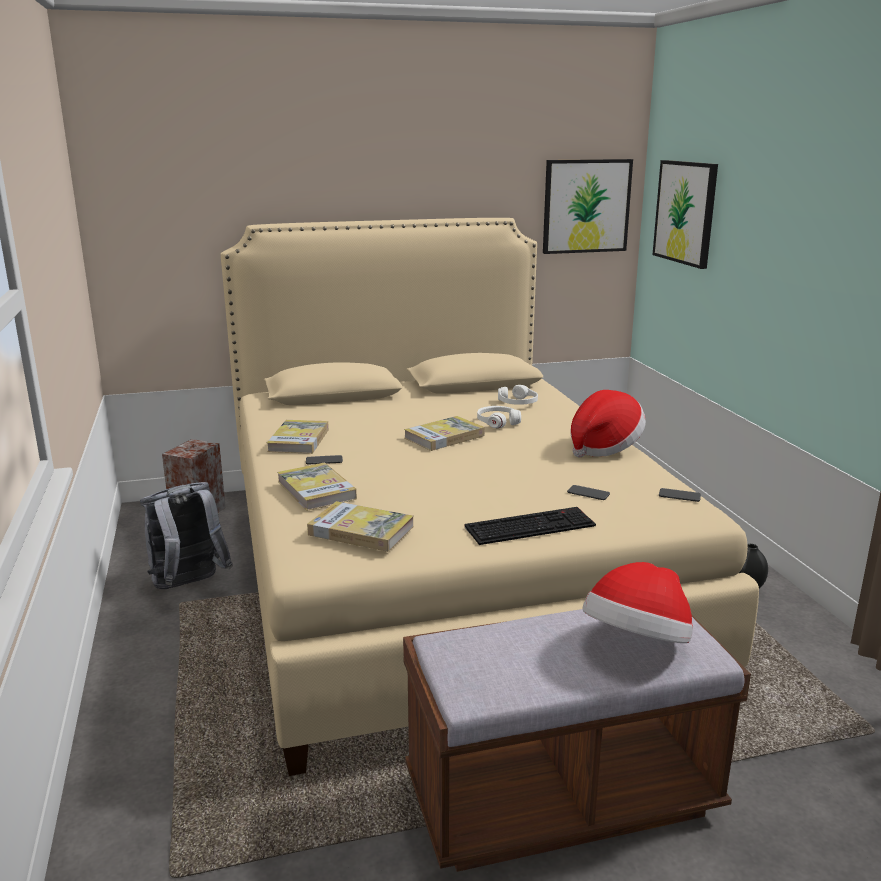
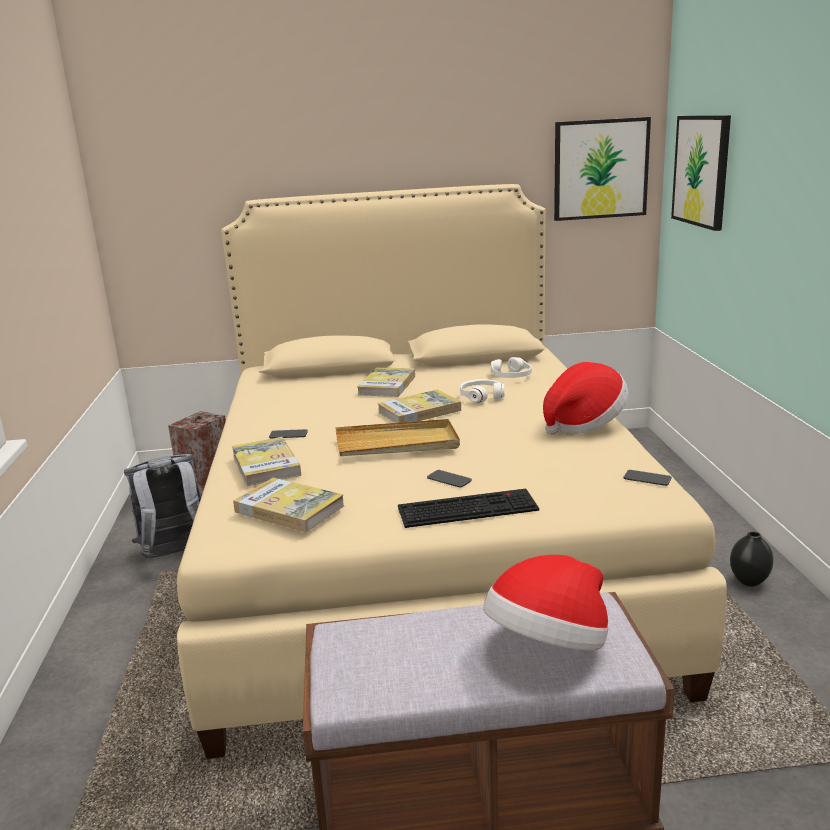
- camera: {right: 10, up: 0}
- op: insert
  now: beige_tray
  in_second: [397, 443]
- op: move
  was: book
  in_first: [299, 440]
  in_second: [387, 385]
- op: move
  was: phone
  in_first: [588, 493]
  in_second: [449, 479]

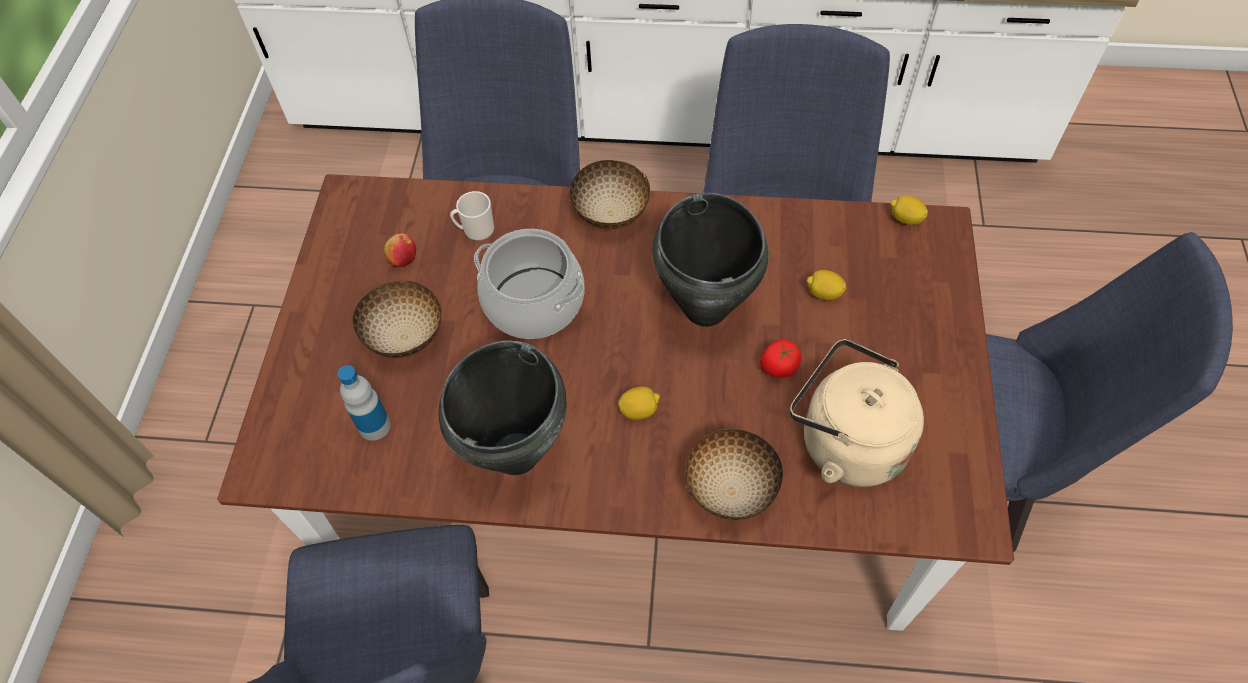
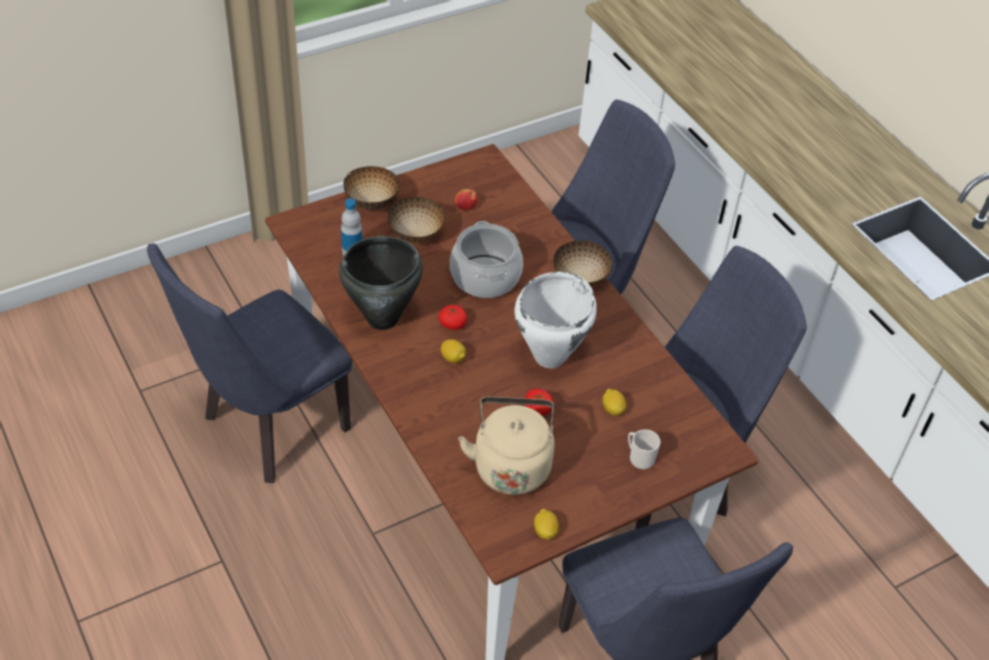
- camera: {right: 50, up: -10}
- op: insert
  now: tomato
  in_second: [452, 324]
- op: move
  was: mug
  in_first: [475, 230]
  in_second: [639, 458]
- op: move
  was: bowl
  in_first: [731, 488]
  in_second: [372, 202]
- op: move
  was: lemon
  in_first: [905, 219]
  in_second: [545, 531]
- op: recolor
  was: black_cooking_pot
  now: white_cooking_pot
  in_first: [706, 308]
  in_second: [550, 356]

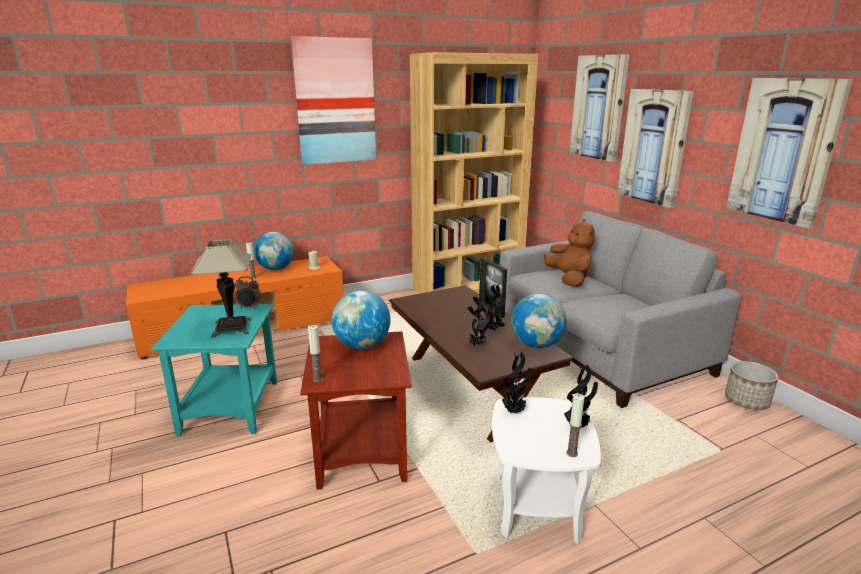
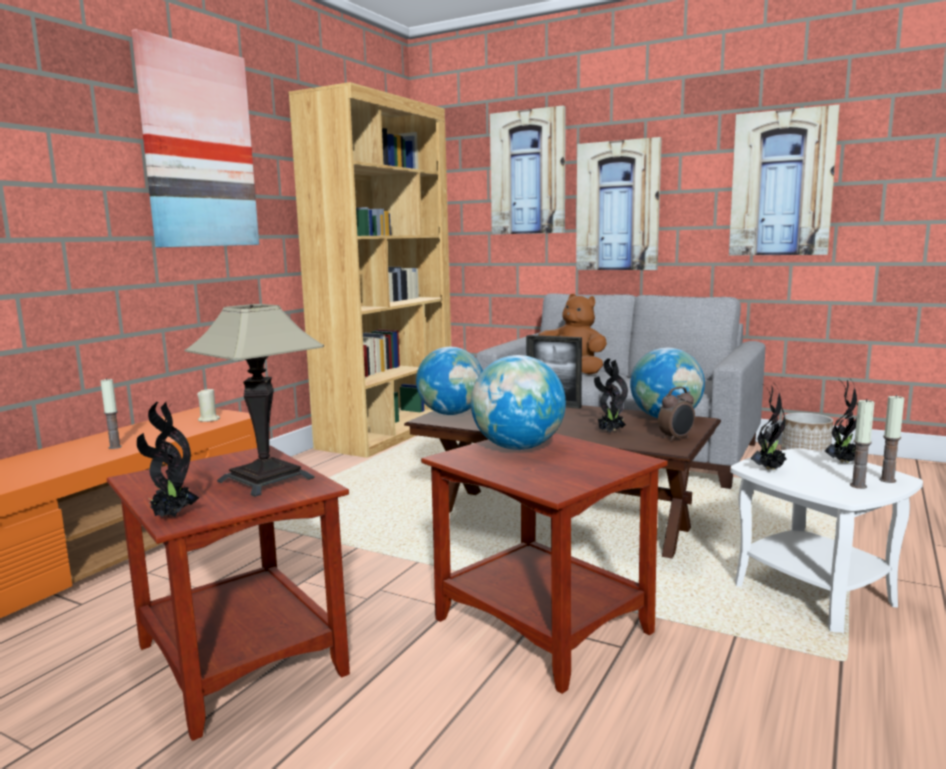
- camera: {right: -35, up: -10}
- op: move
  was: alarm_clock
  in_first: [249, 307]
  in_second: [676, 438]
- op: move
  was: globe
  in_first: [276, 269]
  in_second: [451, 414]
- op: move
  was: candle
  in_first: [317, 379]
  in_second: [858, 486]
- op: move
  was: potted_plant
  in_first: [493, 329]
  in_second: [172, 516]
- op: recolor
  was: turquoise_side_table
  now: brown_side_table
  in_first: [229, 407]
  in_second: [237, 661]

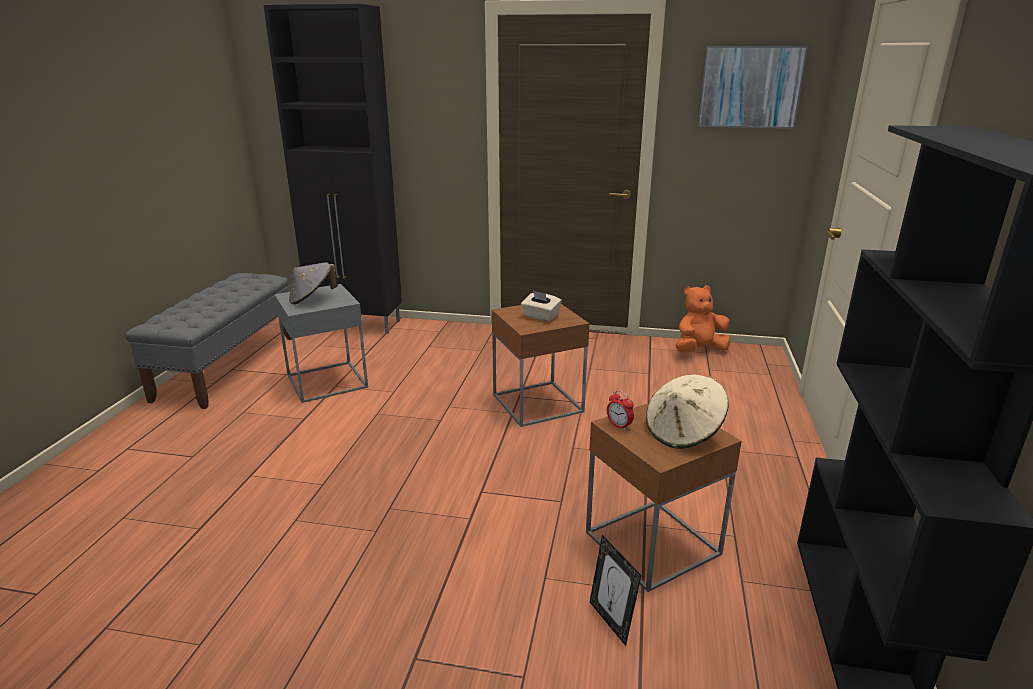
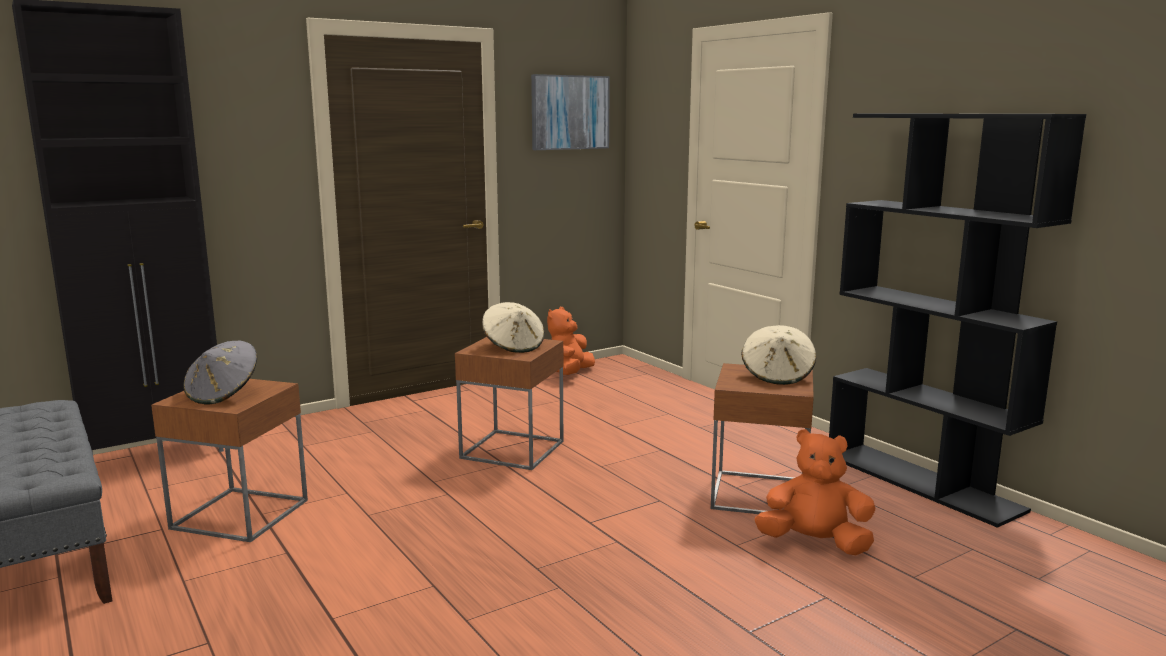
- camera: {right: -45, up: -10}
- op: delete
  was: alarm_clock
  in_first: [619, 425]
- op: replace
  was: beige_tissue_box
  now: beige_hat
  in_first: [540, 317]
  in_second: [513, 346]
- op: replace
  was: picture_frame
  now: orange_plush_toy
  in_first: [611, 621]
  in_second: [814, 543]
- op: recolor
  was: grey_side_table
  now: brown_side_table
  in_first: [327, 381]
  in_second: [240, 514]

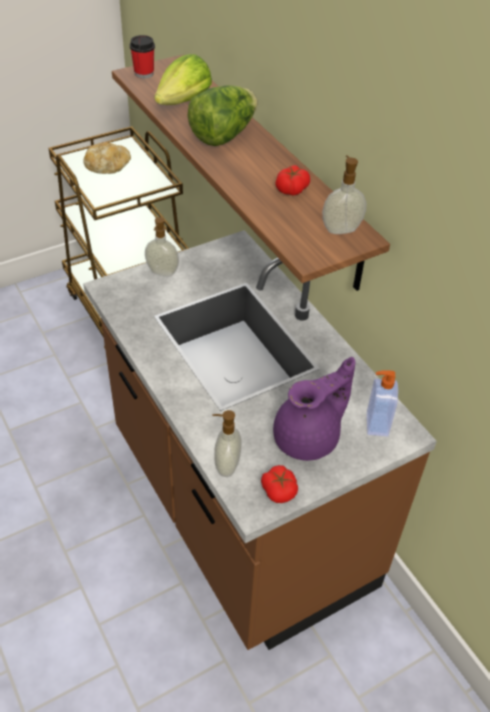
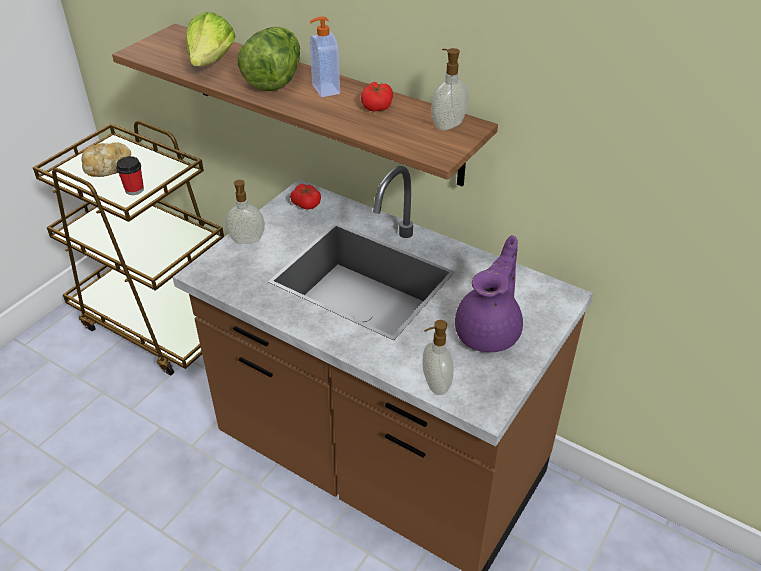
- camera: {right: -25, up: -5}
- op: move
  was: cup
  in_first: [144, 73]
  in_second: [134, 190]
- op: move
  was: tomato
  in_first: [279, 490]
  in_second: [306, 203]
- op: move
  was: soap_dispenser
  in_first: [376, 424]
  in_second: [325, 90]

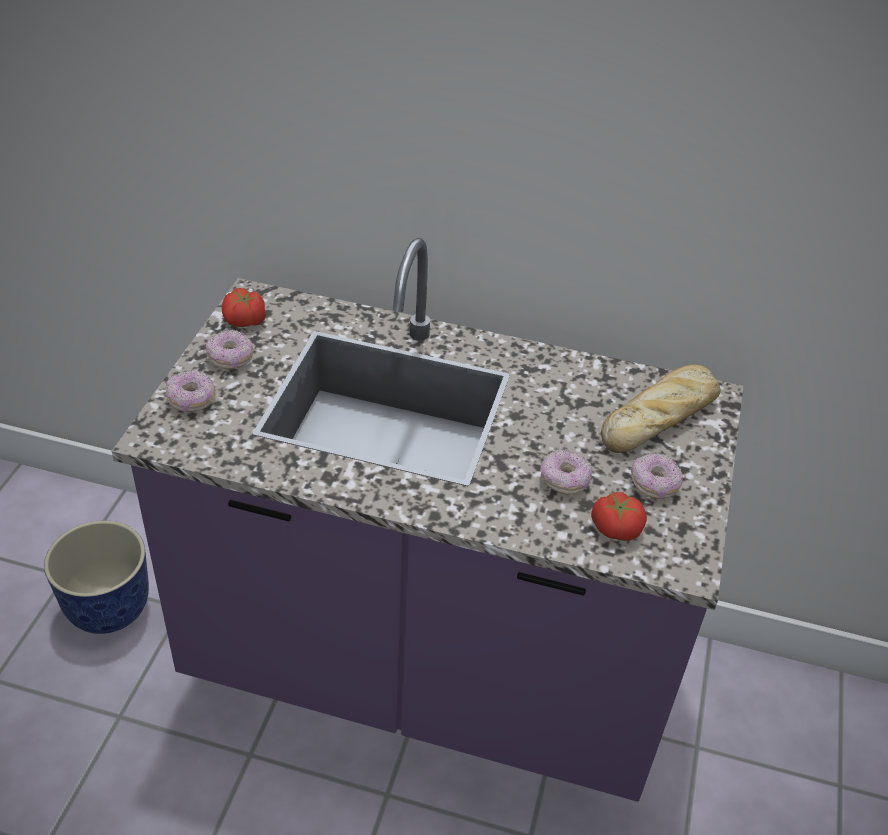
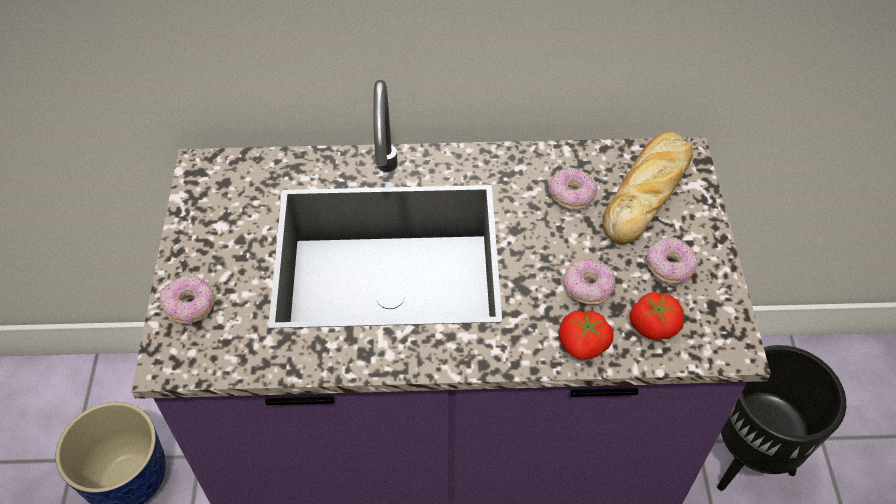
- camera: {right: -15, up: 10}
- op: insert
  now: black_planter
  in_second: [748, 459]
- op: move
  was: donut
  in_first: [231, 358]
  in_second: [571, 196]
- op: move
  was: tomato
  in_first: [244, 320]
  in_second: [583, 344]

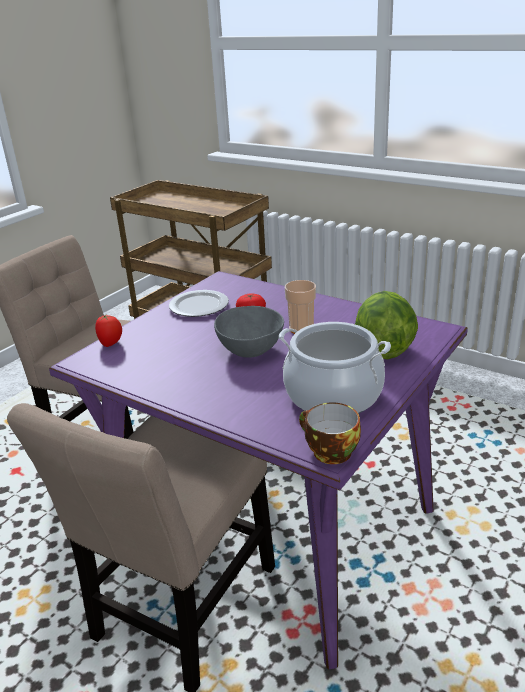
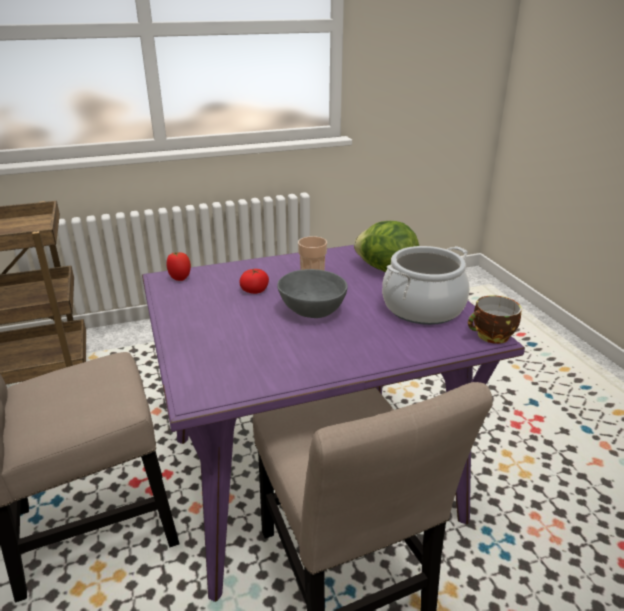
- camera: {right: -55, up: 0}
- op: delete
  was: plate
  in_first: [199, 306]
- op: move
  was: tomato
  in_first: [111, 344]
  in_second: [180, 278]

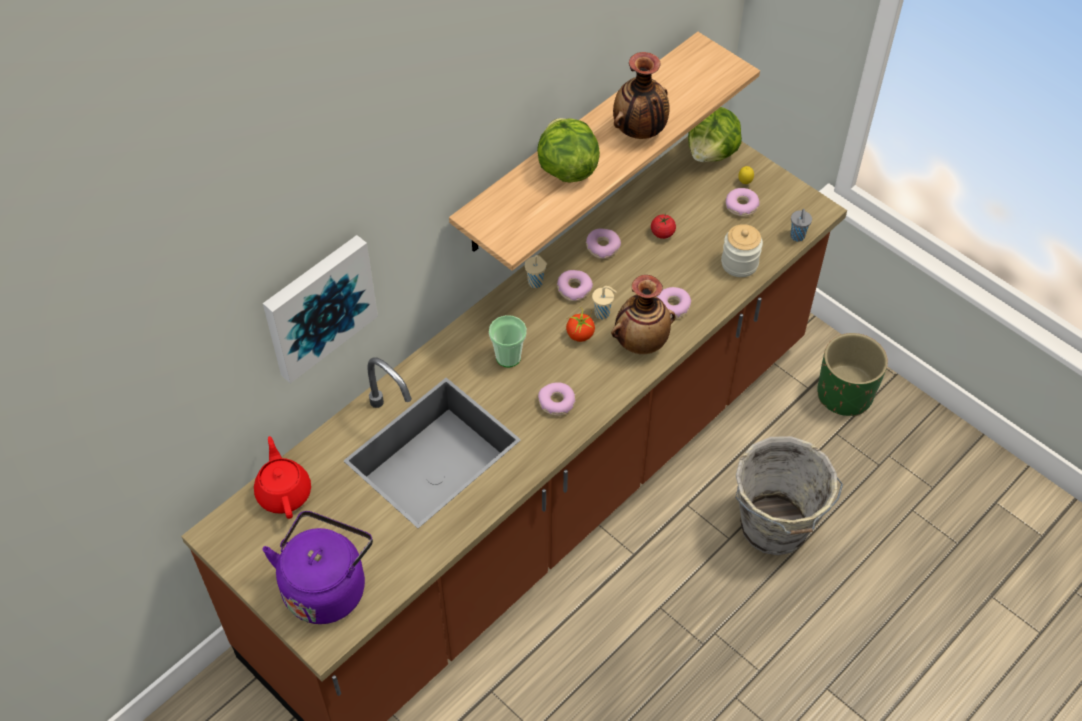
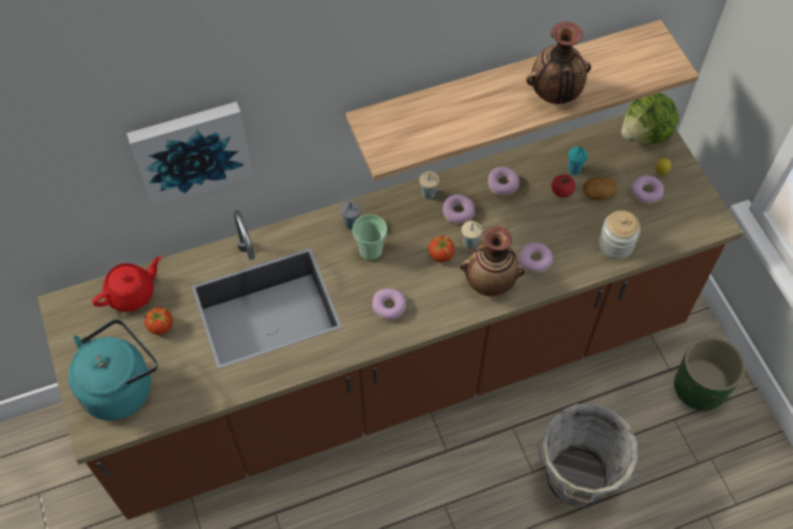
- camera: {right: 25, up: 5}
- op: delete
  was: lettuce
  in_first: [566, 169]
- op: insert
  now: tomato
  in_second: [160, 326]
- op: insert
  now: turquoise_cup
  in_second: [574, 170]
- op: insert
  now: potato
  in_second: [598, 194]
- op: move
  was: grey_cup
  in_first: [797, 237]
  in_second: [351, 224]
- op: recolor
  was: purple_kettle
  now: turquoise_kettle
  in_first: [326, 586]
  in_second: [121, 386]
- op: rotate
  was: red_teapot
  in_first: [284, 492]
  in_second: [132, 293]
  clockwise: 45

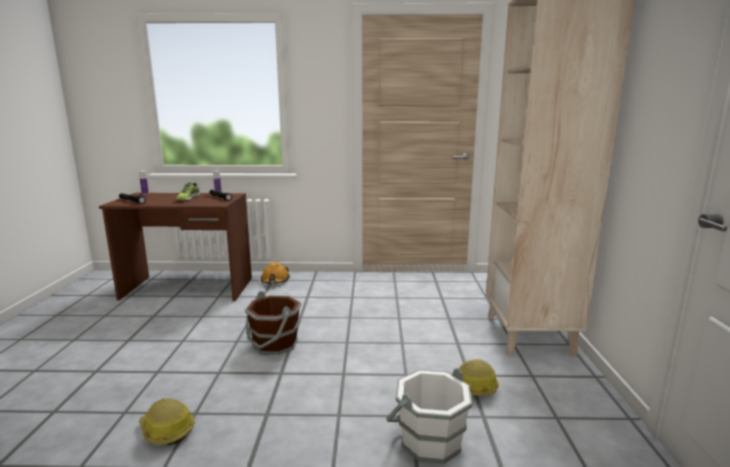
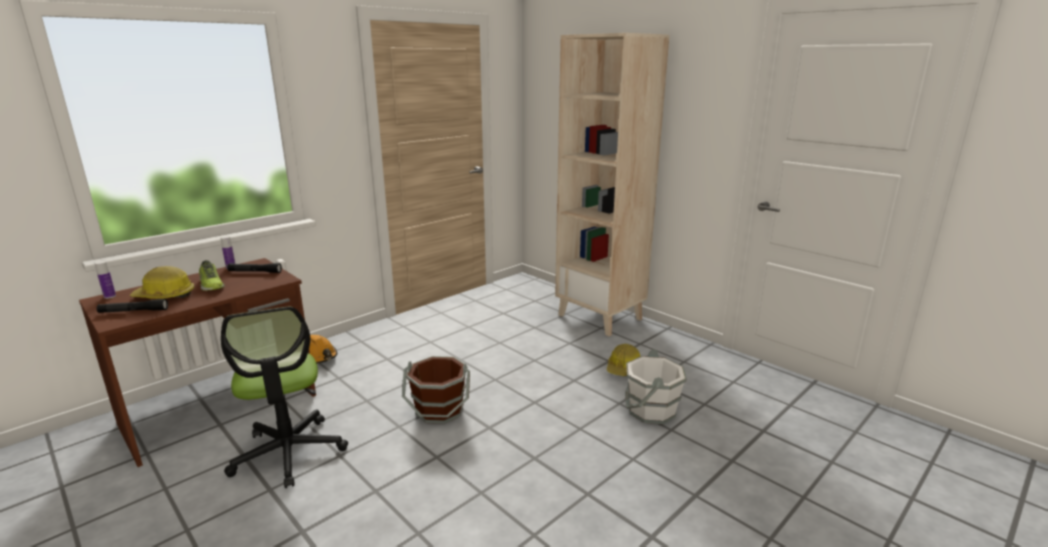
- camera: {right: -45, up: 5}
- op: insert
  now: office_chair
  in_second: [289, 452]
- op: move
  was: hard_hat
  in_first: [166, 430]
  in_second: [165, 296]

